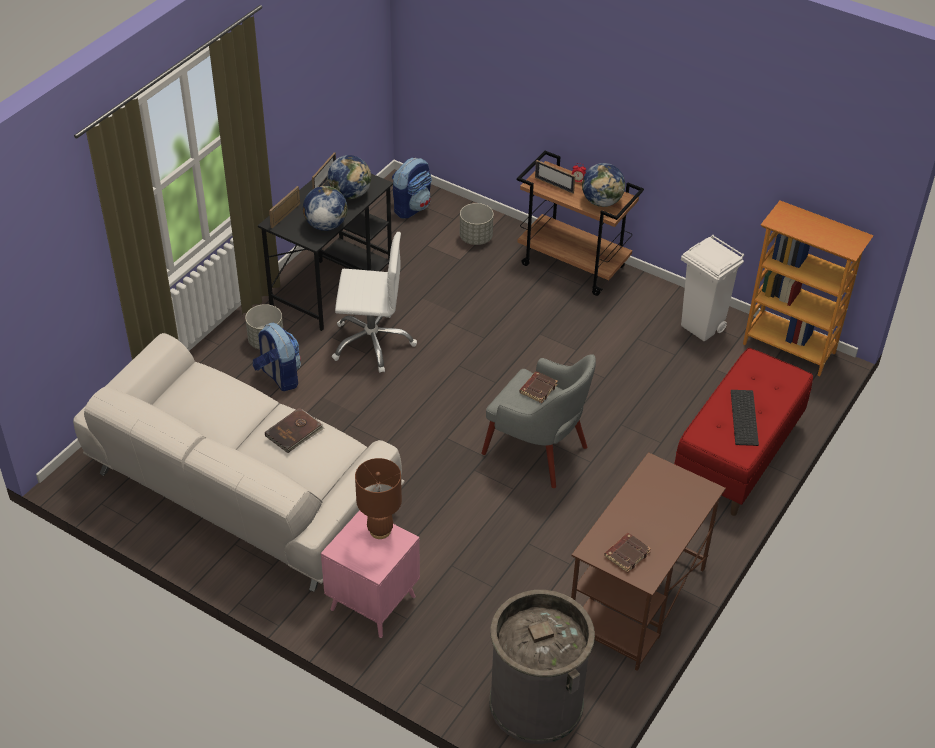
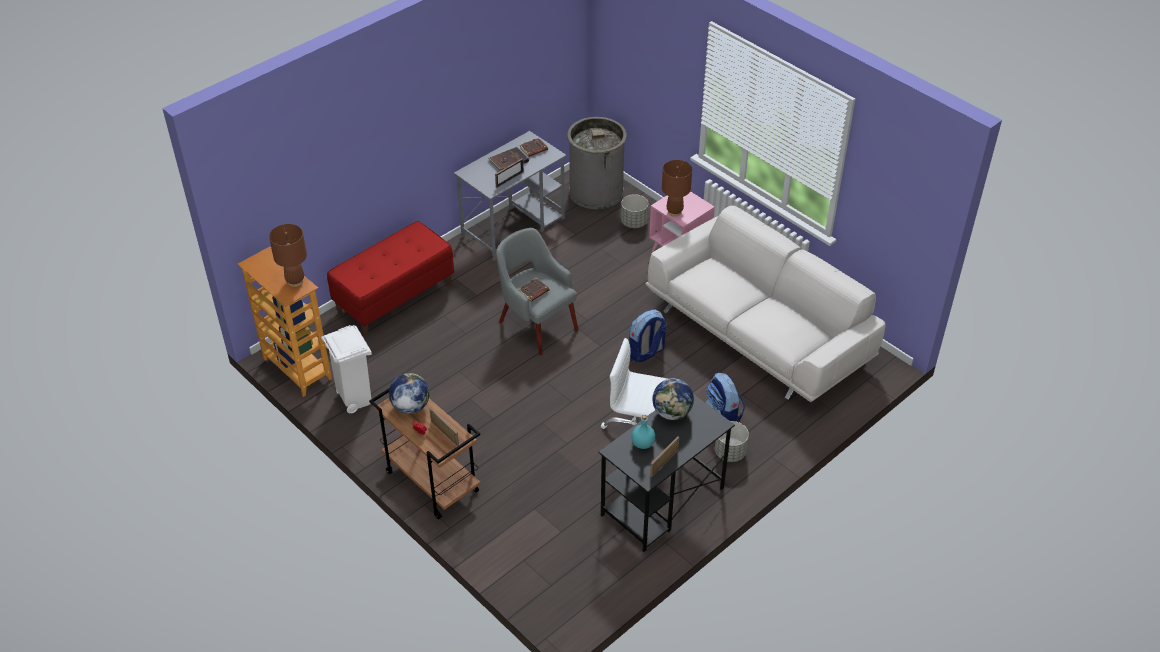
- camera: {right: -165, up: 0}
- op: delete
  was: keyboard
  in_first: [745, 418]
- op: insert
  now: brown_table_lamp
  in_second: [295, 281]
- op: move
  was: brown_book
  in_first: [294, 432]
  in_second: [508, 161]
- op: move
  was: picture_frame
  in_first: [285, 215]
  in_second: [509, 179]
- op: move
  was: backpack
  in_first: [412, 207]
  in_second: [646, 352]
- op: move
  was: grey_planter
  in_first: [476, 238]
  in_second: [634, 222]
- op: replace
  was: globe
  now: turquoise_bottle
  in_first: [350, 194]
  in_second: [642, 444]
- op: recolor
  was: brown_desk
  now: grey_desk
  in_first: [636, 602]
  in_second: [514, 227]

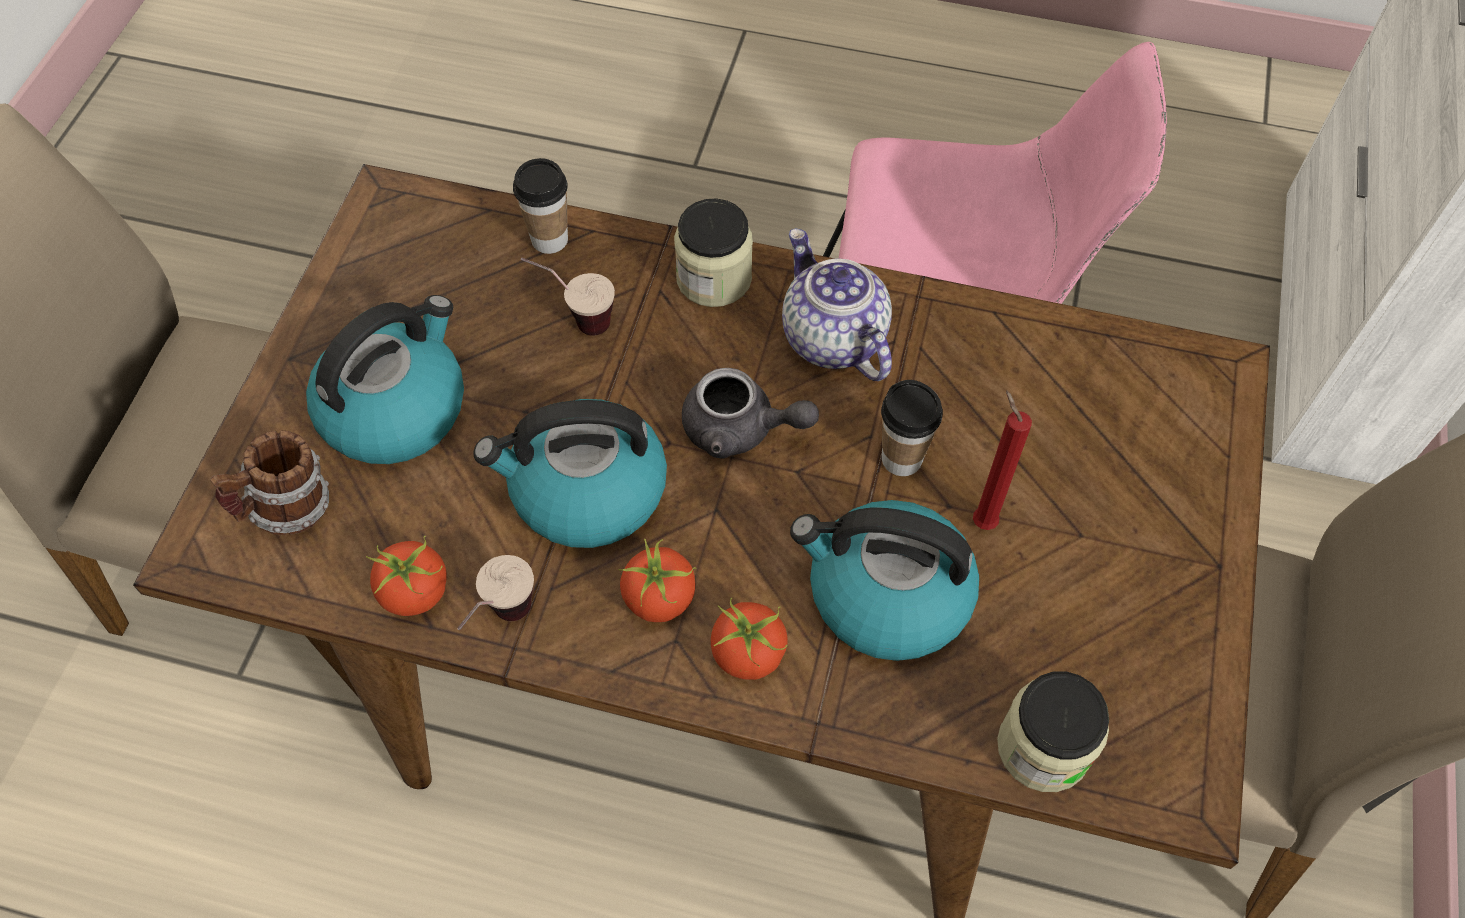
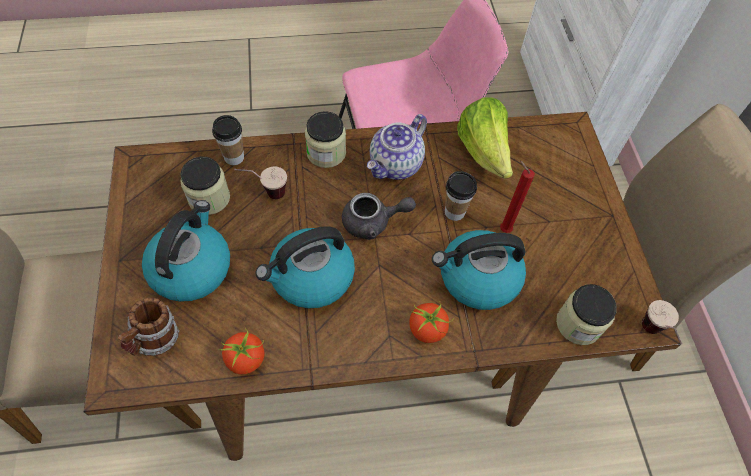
- camera: {right: -25, up: 0}
- op: delete
  was: tomato
  in_first: [660, 599]
- op: insert
  now: jar
  in_second: [209, 198]
- op: insert
  now: lettuce
  in_second: [484, 152]
- op: move
  was: cup
  in_first: [501, 624]
  in_second: [653, 336]
- op: rotate
  was: teapot
  in_first: [831, 338]
  in_second: [396, 165]
  clockwise: -90

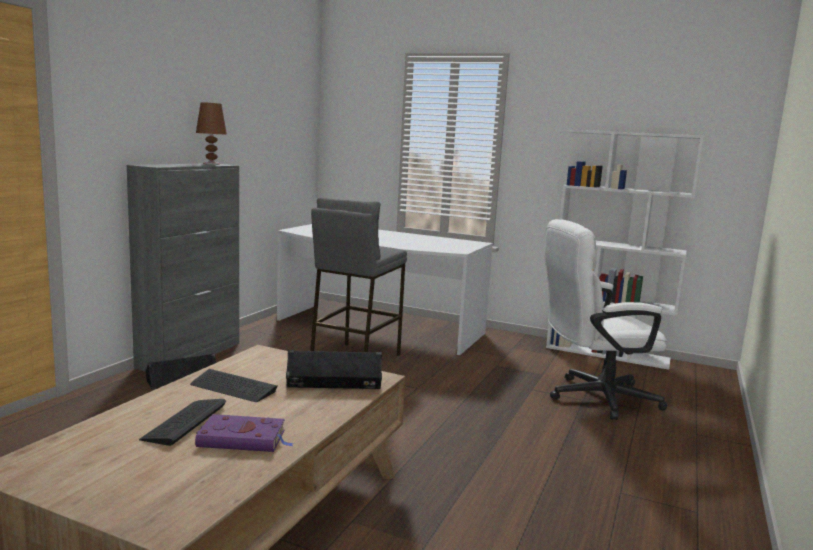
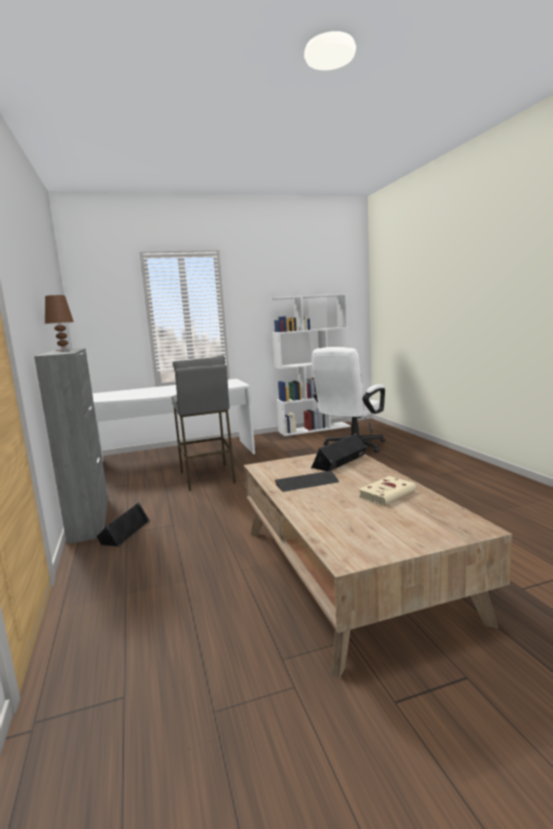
- camera: {right: -40, up: 0}
- op: delete
  was: keyboard
  in_first: [185, 422]
- op: recolor
  was: purple_book
  now: beige_book
  in_first: [244, 439]
  in_second: [388, 493]

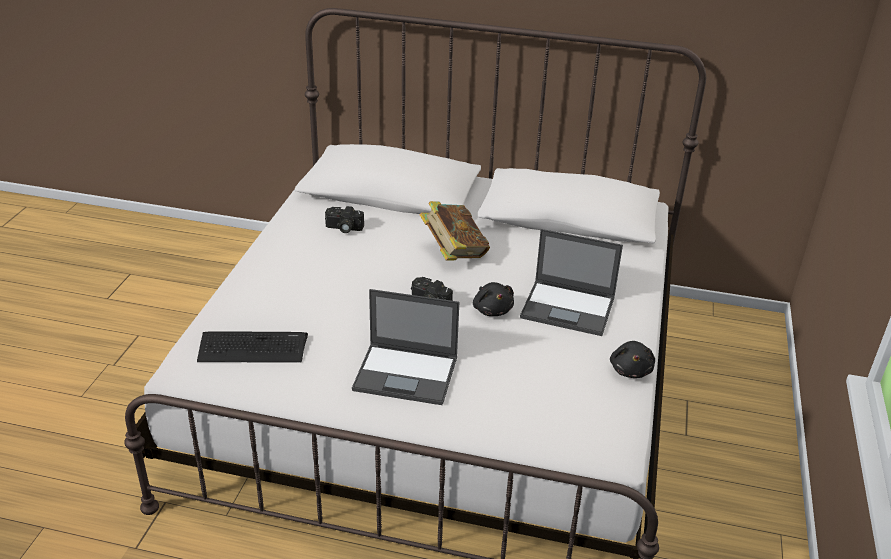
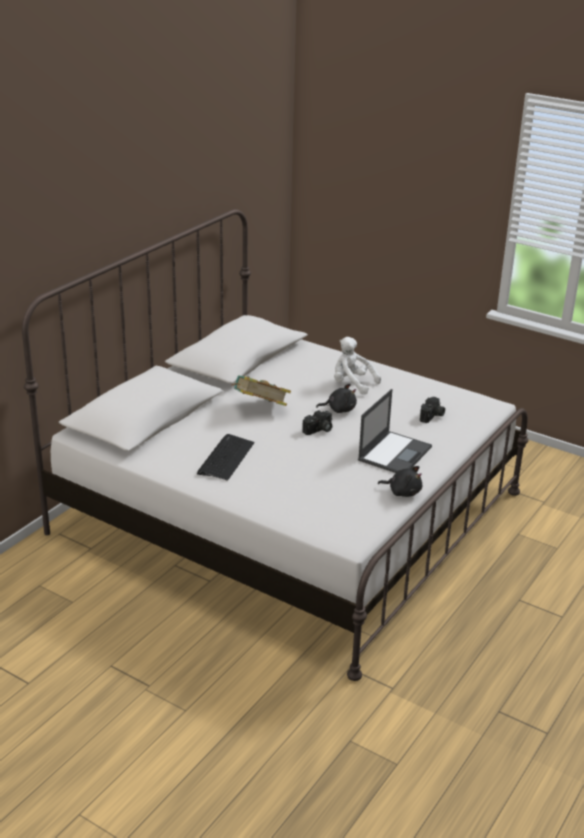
- camera: {right: -70, up: -5}
- op: move
  was: keyboard
  in_first: [252, 348]
  in_second: [225, 458]
- op: move
  was: photo_camera
  in_first: [343, 228]
  in_second: [432, 416]
- op: move
  was: black_plush_toy
  in_first: [631, 370]
  in_second: [403, 492]
- op: replace
  was: laptop
  now: white_plush_toy
  in_first: [569, 308]
  in_second: [352, 384]

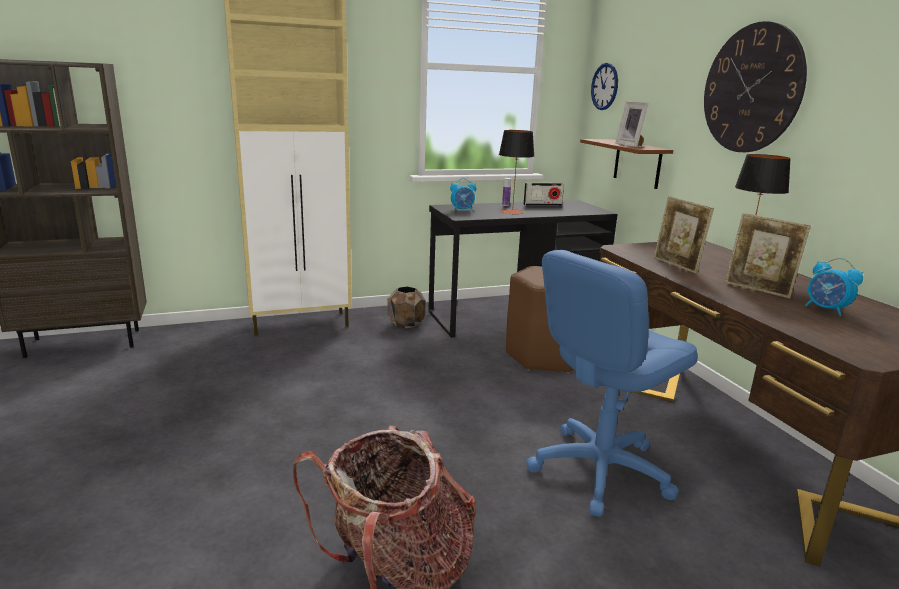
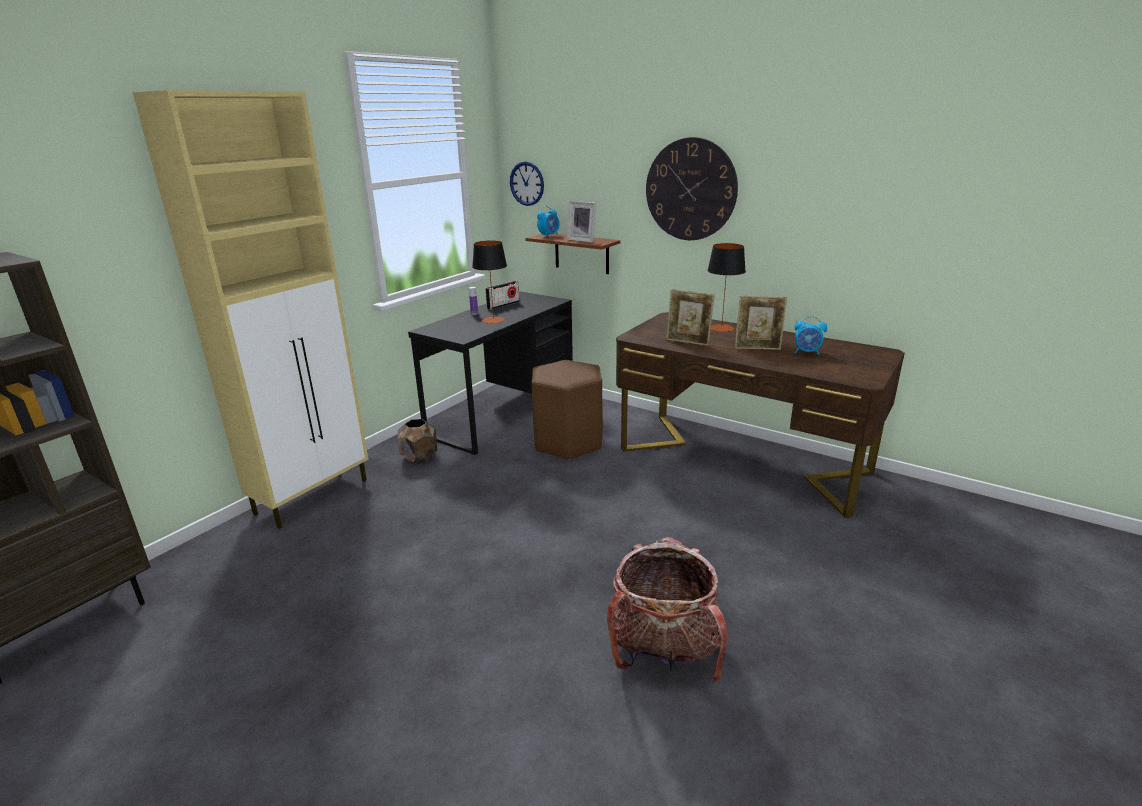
- camera: {right: -35, up: 5}
- op: delete
  was: blue_office_chair
  in_first: [599, 470]
- op: move
  was: alarm_clock
  in_first: [462, 210]
  in_second: [549, 236]

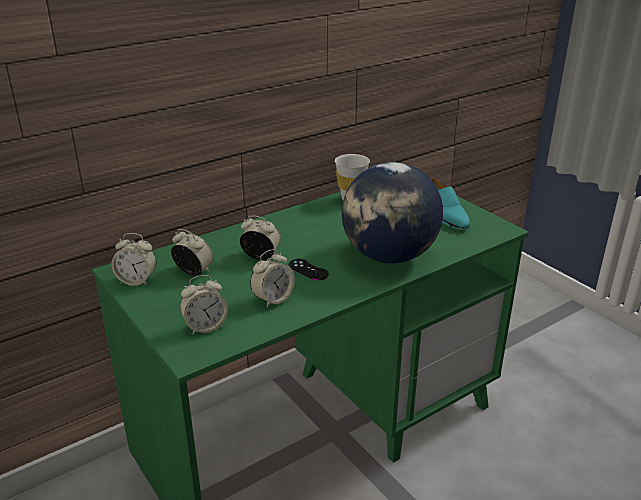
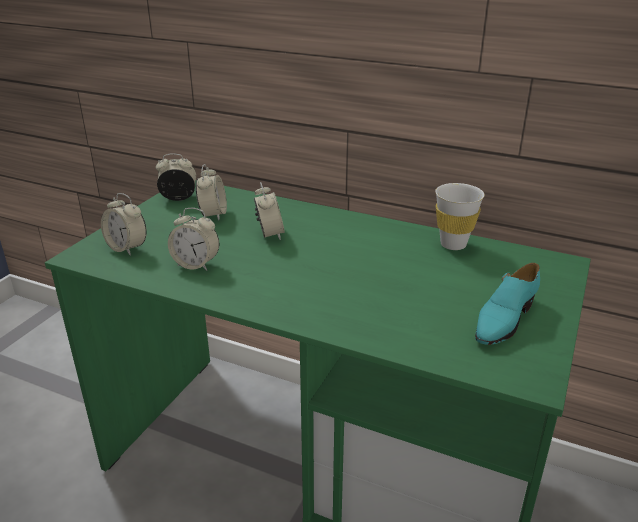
- camera: {right: 60, up: 0}
- op: delete
  was: black_game_controller
  in_first: [308, 270]
- op: delete
  was: globe
  in_first: [389, 256]
- op: rotate
  was: alarm_clock
  in_first: [137, 281]
  in_second: [178, 198]
  clockwise: 105

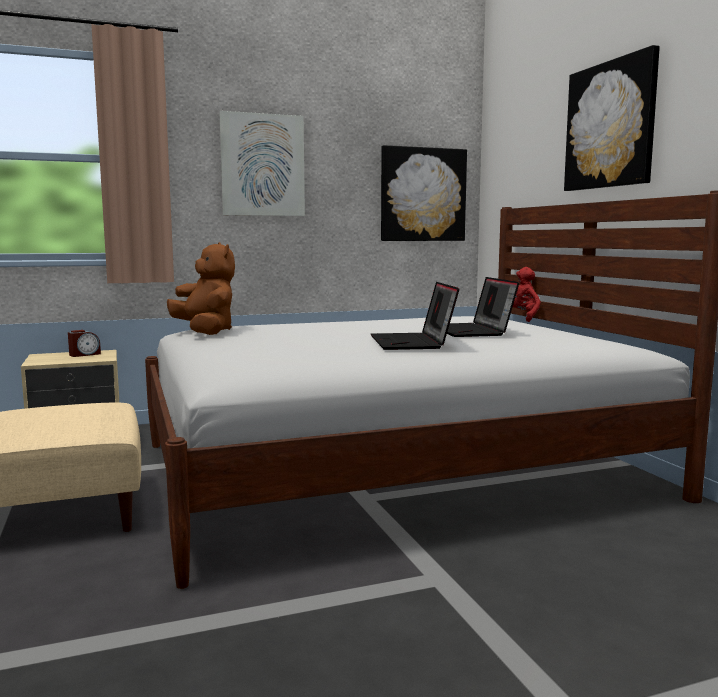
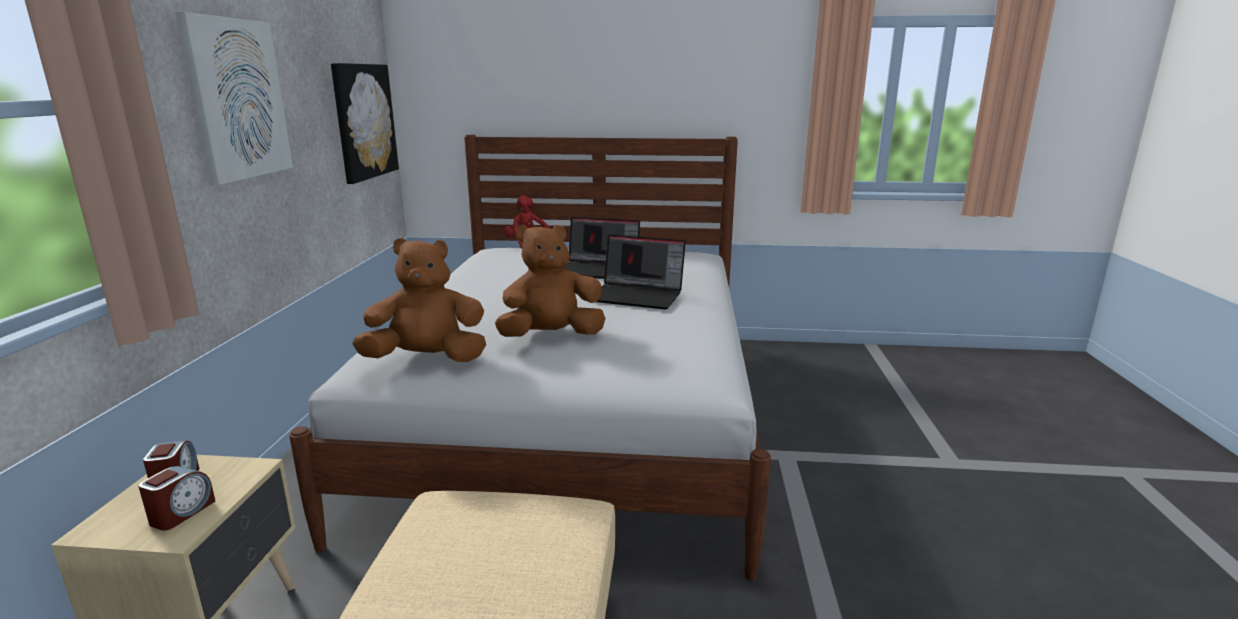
- camera: {right: -65, up: 10}
- op: delete
  was: picture
  in_first: [610, 125]
- op: insert
  now: alarm_clock
  in_second: [182, 513]
- op: insert
  now: brown_plush_toy
  in_second: [551, 336]

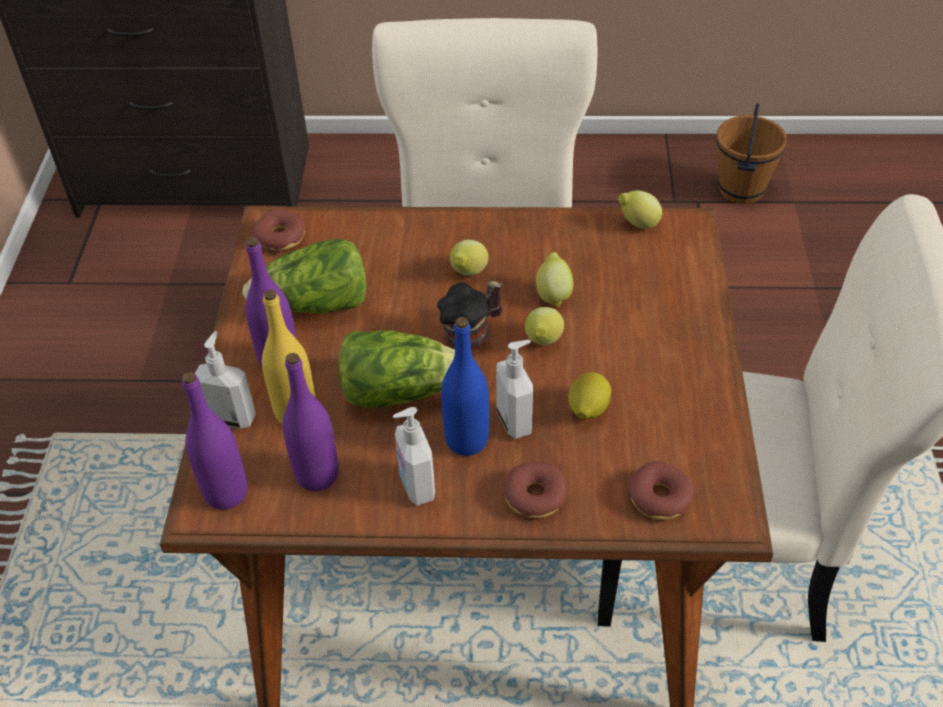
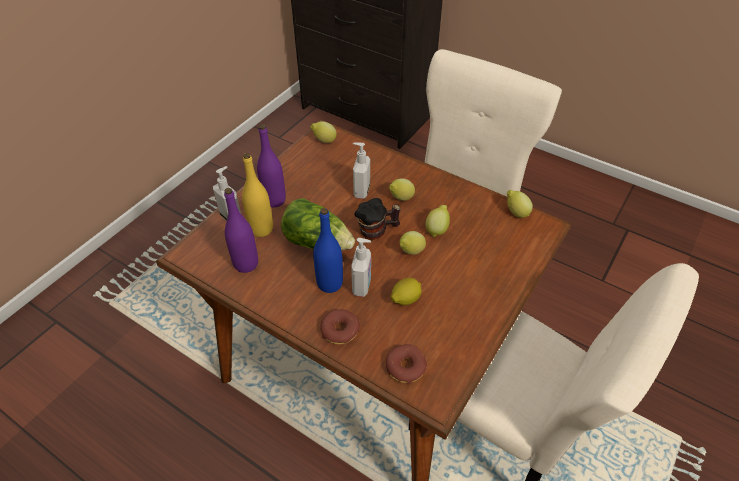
- camera: {right: 30, up: 0}
- op: delete
  was: purple_bottle
  in_first: [226, 493]
- op: delete
  was: lettuce
  in_first: [316, 305]
- op: delete
  was: brown_bucket
  in_first: [740, 189]
- op: move
  was: soap_dispenser
  in_first: [416, 486]
  in_second: [361, 191]
- op: replace
  was: donut
  now: lemon
  in_first: [281, 237]
  in_second: [324, 141]

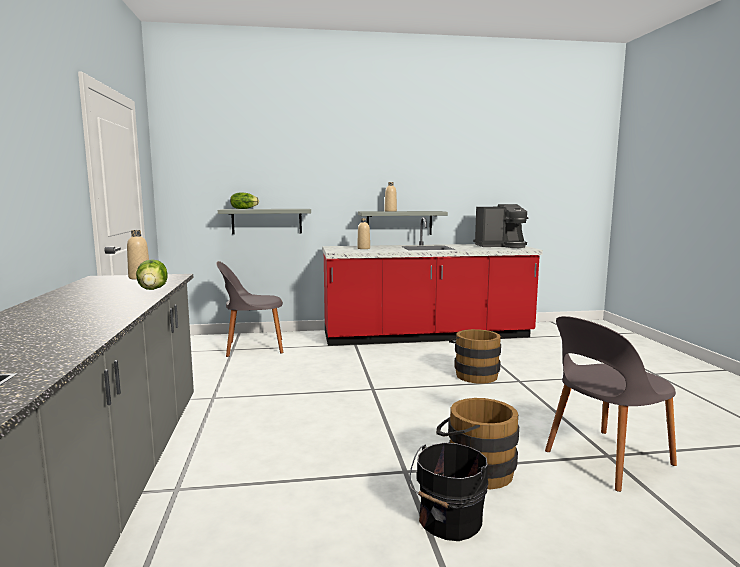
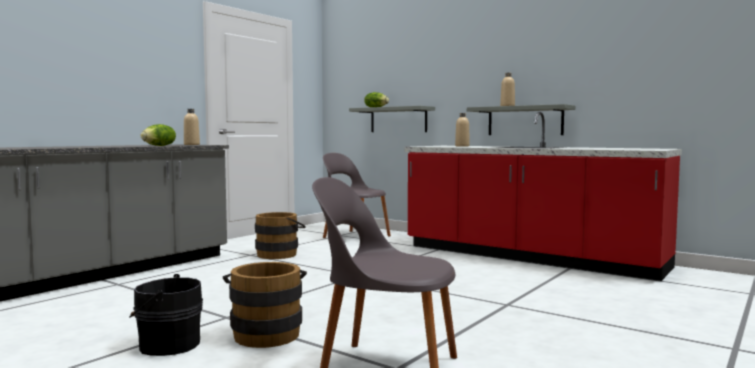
- camera: {right: 45, up: -5}
- op: delete
  was: coffee_machine
  in_first: [501, 246]
- op: move
  was: brown_bucket
  in_first: [475, 374]
  in_second: [280, 254]

